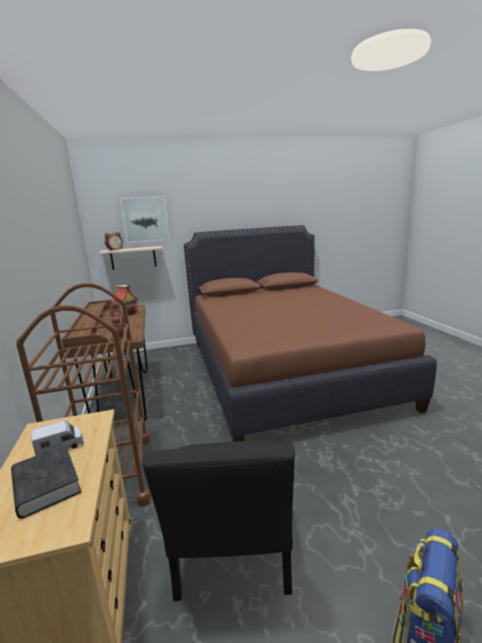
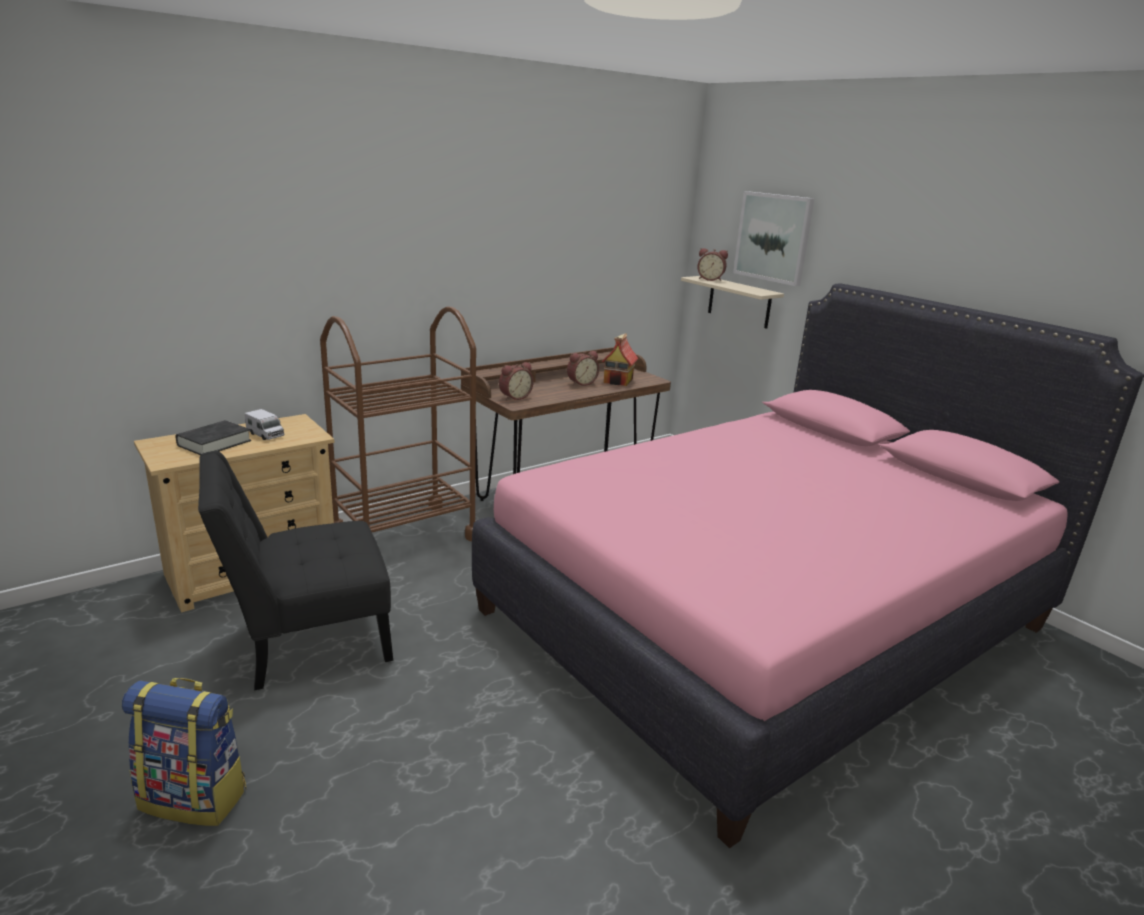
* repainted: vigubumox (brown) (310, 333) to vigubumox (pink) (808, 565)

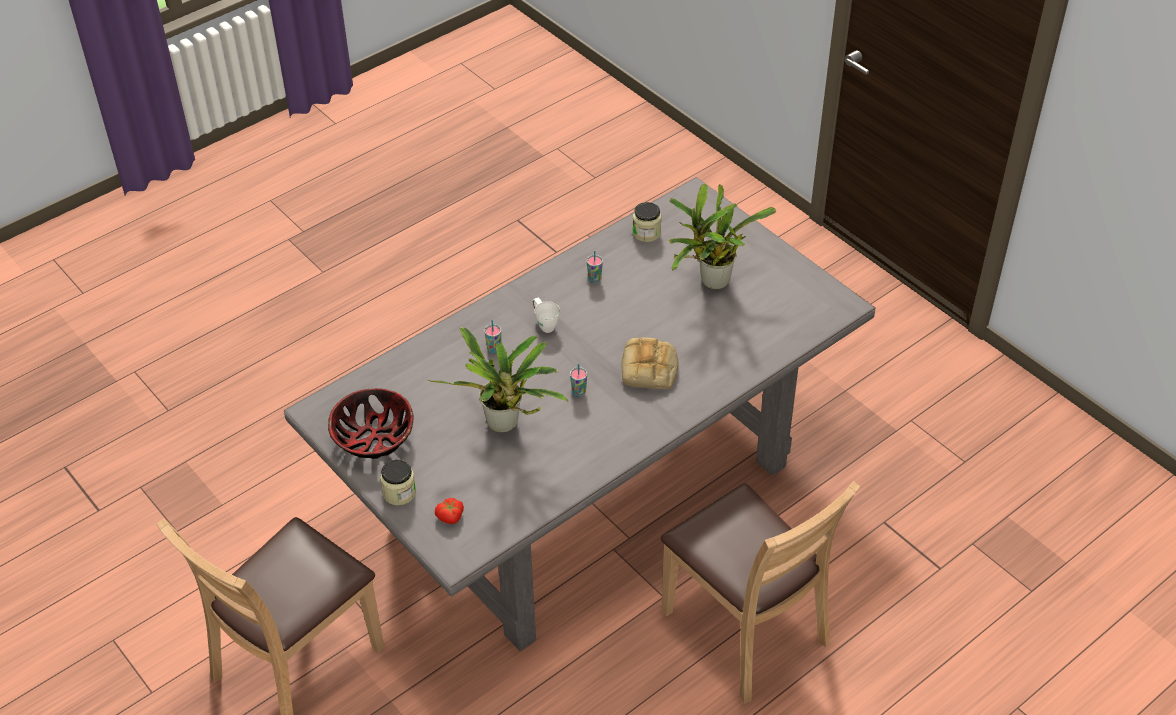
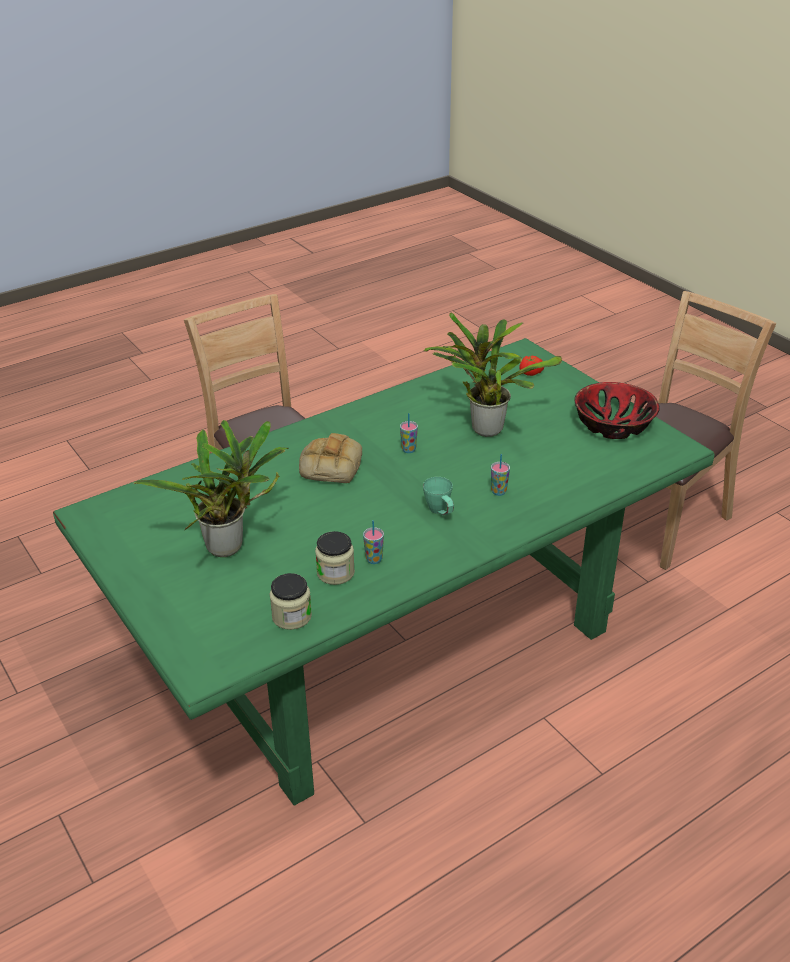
* repainted: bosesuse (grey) (580, 414) to bosesuse (green) (384, 572)
* shifted: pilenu (398, 482) to (335, 558)
* repainted: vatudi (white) (546, 315) to vatudi (green) (438, 496)

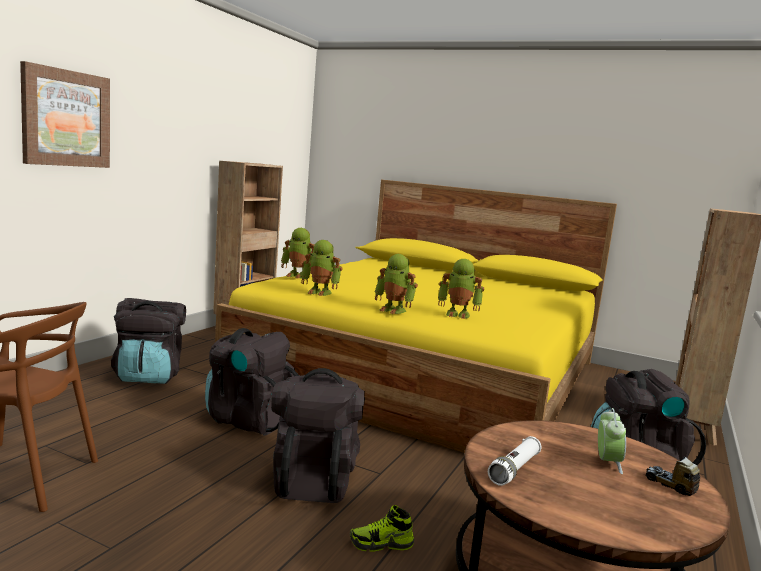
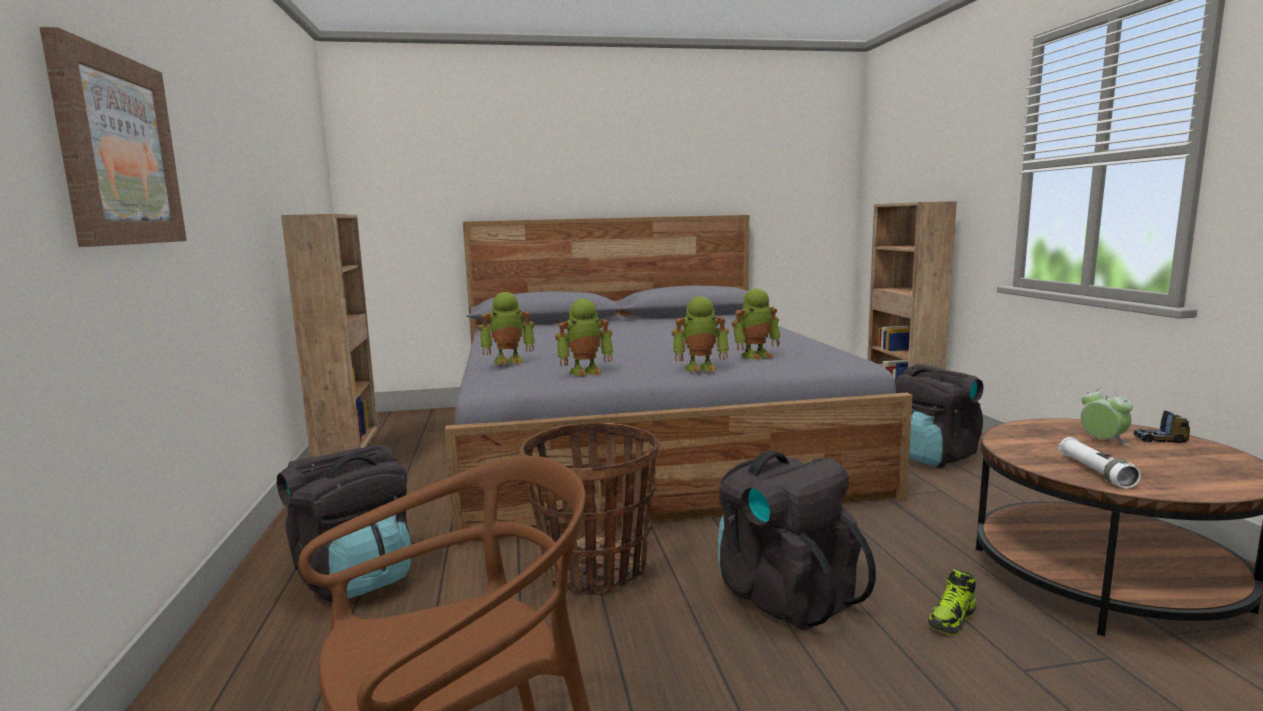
* swapped: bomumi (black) (252, 382) to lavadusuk (589, 508)
* repainted: vigubumox (yellow) (416, 316) to vigubumox (grey) (679, 380)

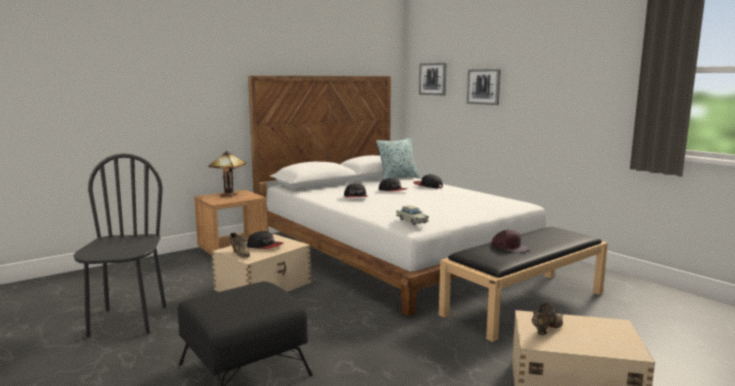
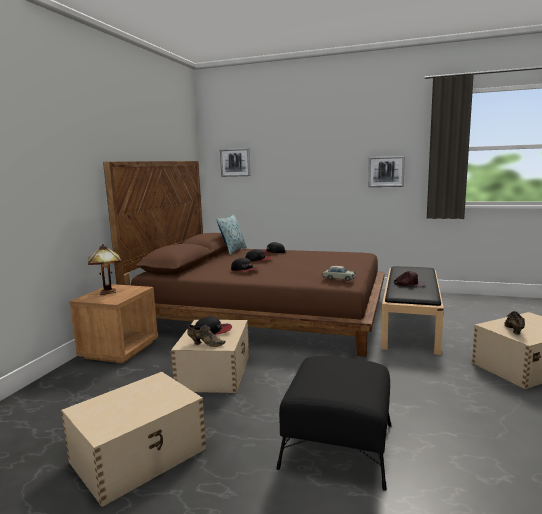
* swapped: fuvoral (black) (119, 245) to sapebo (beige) (133, 439)
* repainted: vigubumox (white) (397, 196) to vigubumox (brown) (244, 259)
* shifted: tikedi (484, 87) to (386, 171)

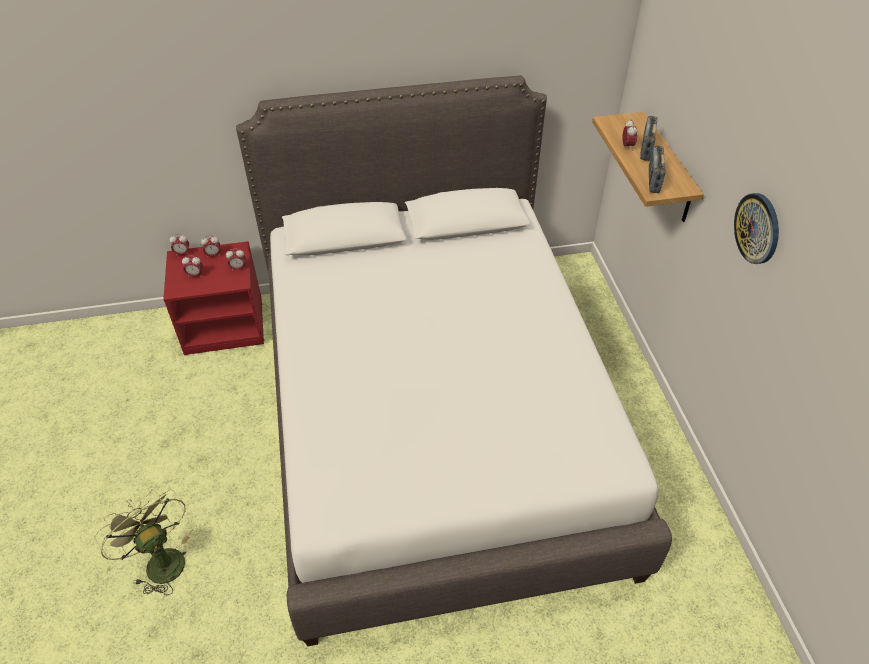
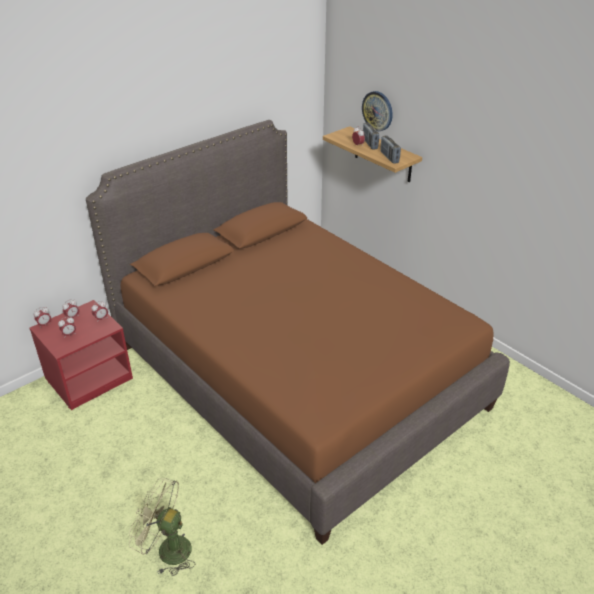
* repainted: vigubumox (white) (454, 360) to vigubumox (brown) (298, 332)
* shifted: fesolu (756, 228) to (377, 111)

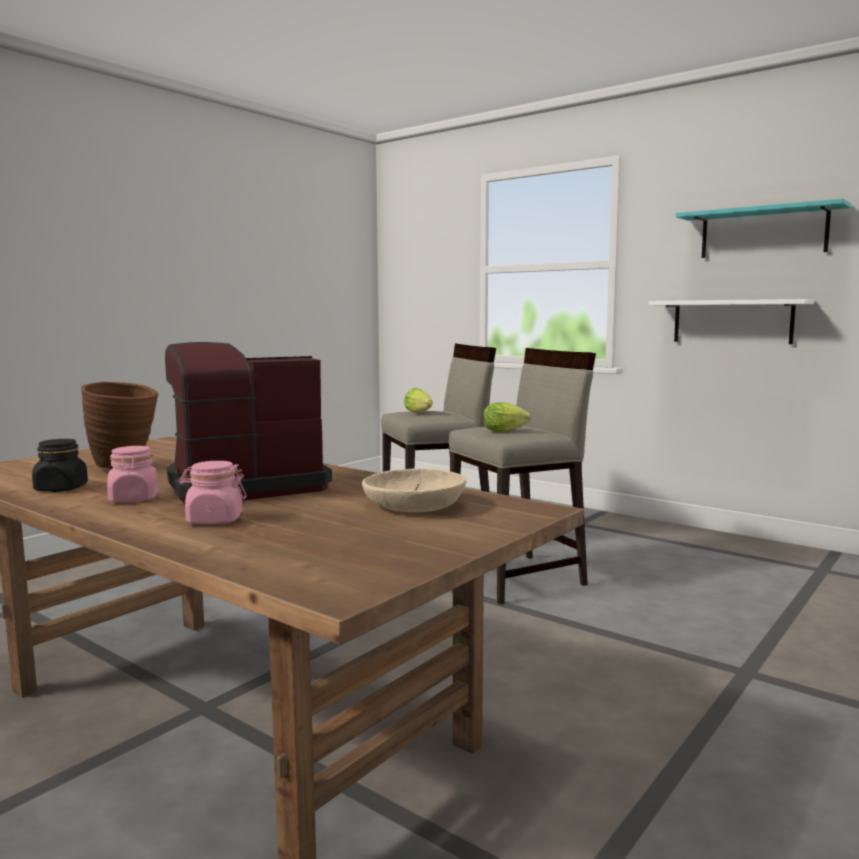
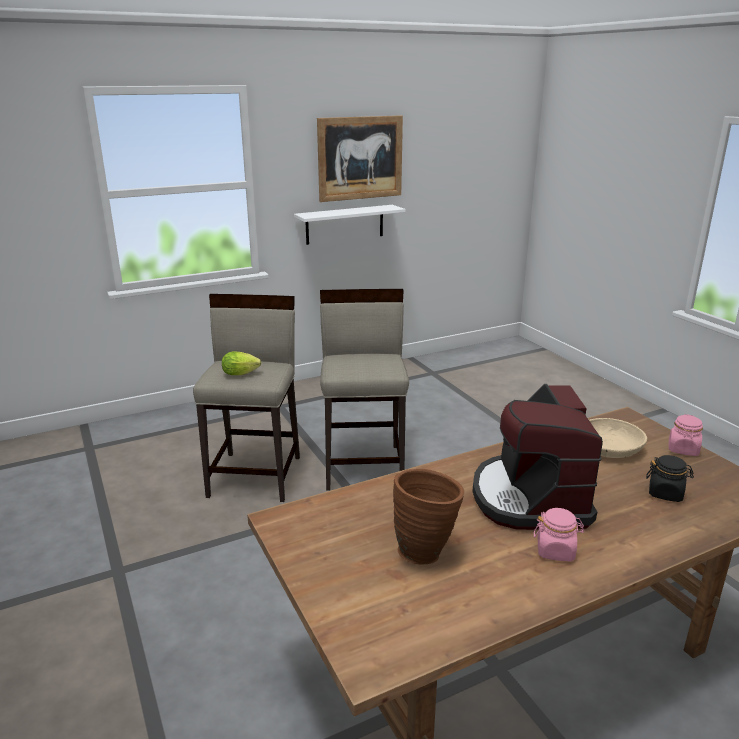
* shifted: pilenu (black) (60, 465) to (670, 478)
* shifted: pilenu (pink) (213, 492) to (686, 435)
* gone: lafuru (507, 417)
* swapped: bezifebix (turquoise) (763, 228) to tikedi (360, 158)

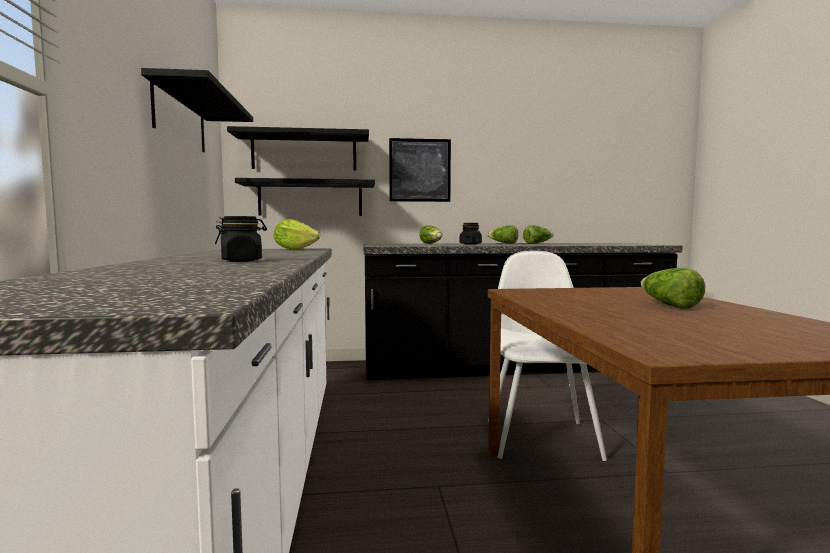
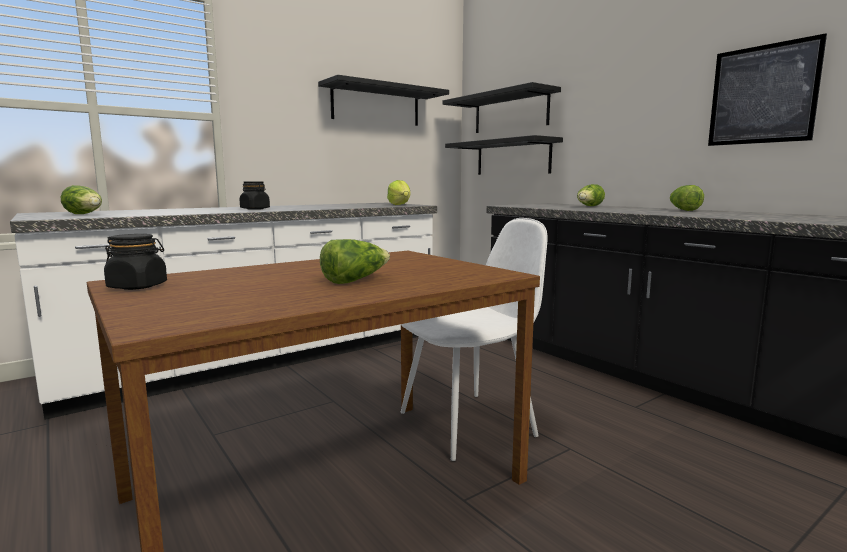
* shifted: tikedi (420, 170) to (767, 89)
* shifted: pilenu (black) (471, 233) to (135, 262)
* shifted: lafuru (538, 234) to (81, 199)

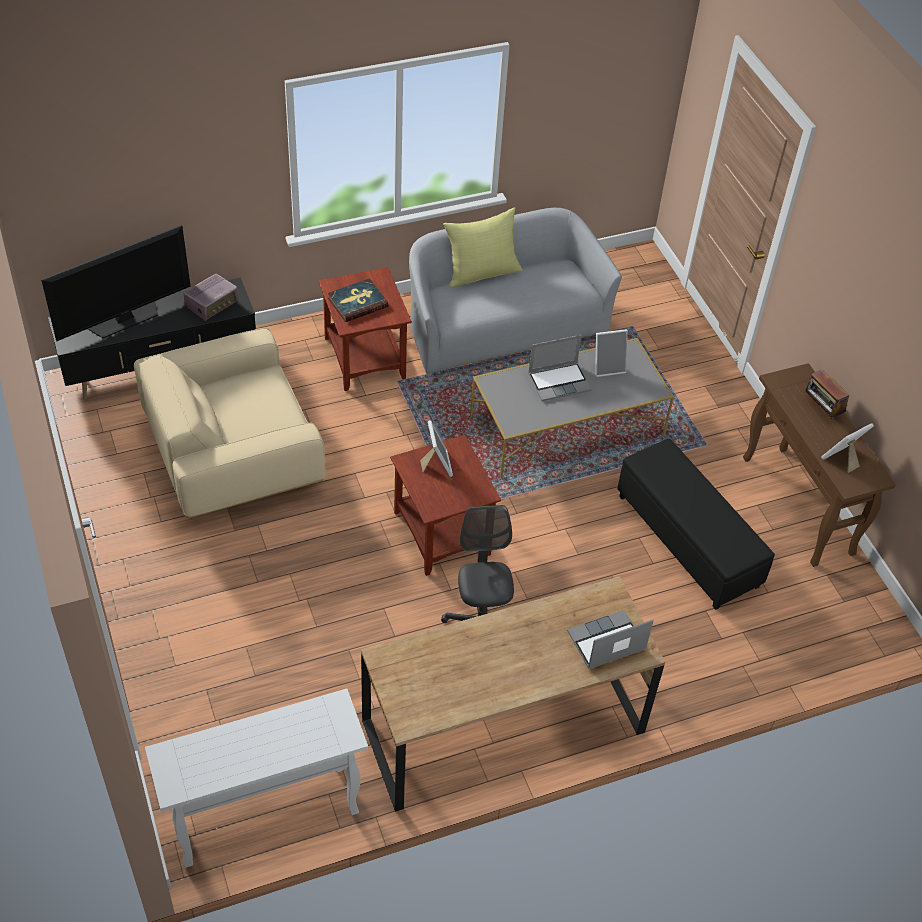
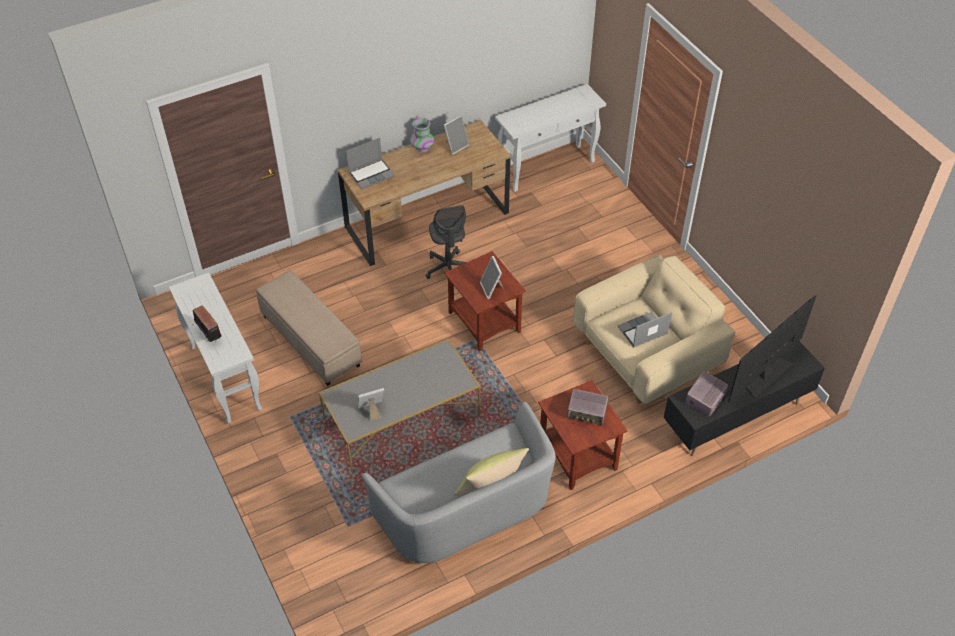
* swapped: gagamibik (358, 300) to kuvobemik (588, 407)
* shifted: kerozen (559, 368) to (644, 330)
* repainted: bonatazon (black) (696, 524) to bonatazon (beige) (309, 328)
* repainted: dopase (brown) (819, 465) to dopase (white) (215, 348)
* shifted: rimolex (847, 448) to (457, 135)
* new: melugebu (422, 135)

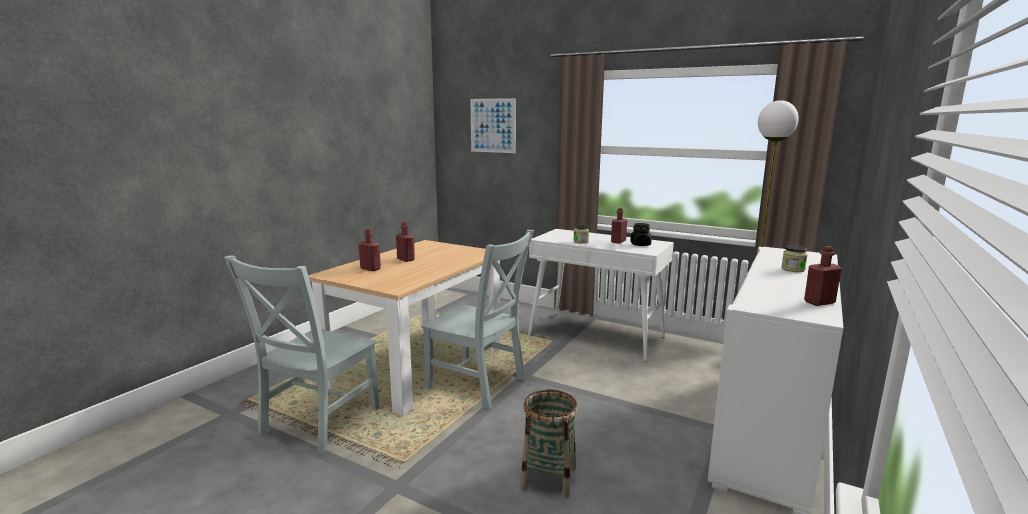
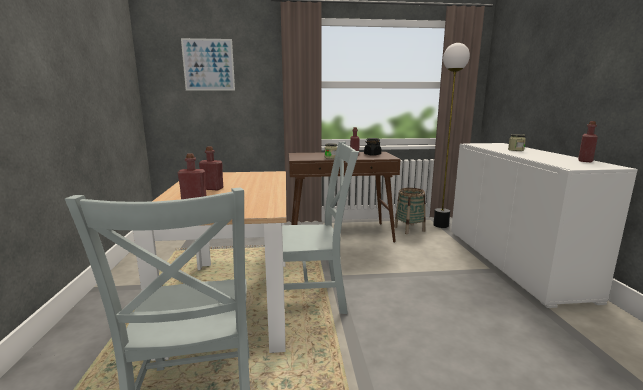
* shifted: lavadusuk (549, 443) to (410, 211)
* repainted: dopase (white) (601, 295) to dopase (brown) (345, 197)

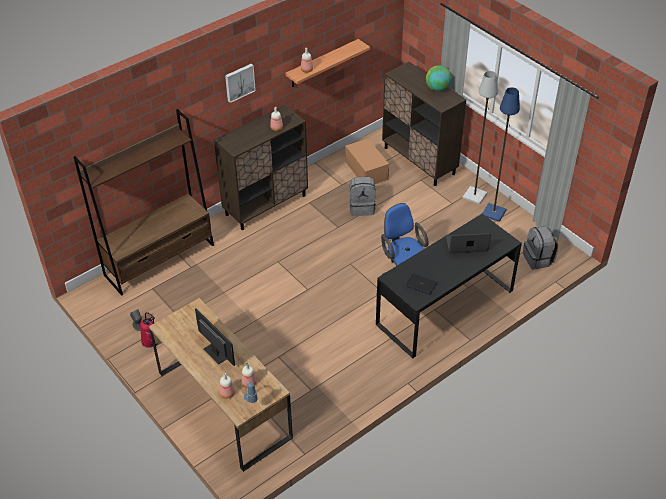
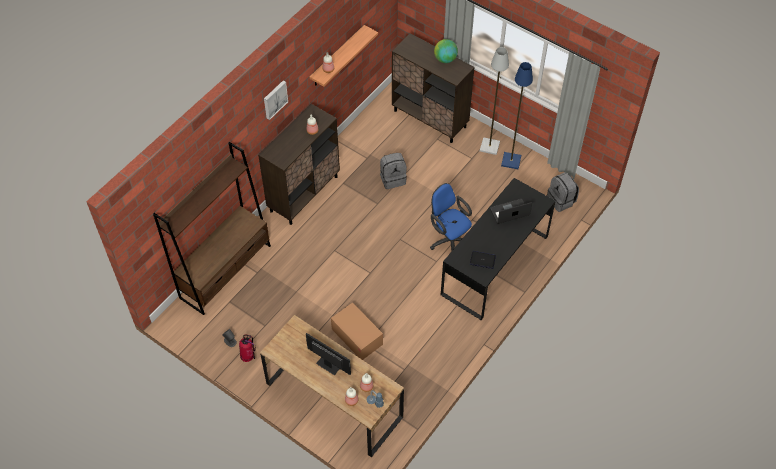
* shifted: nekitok (367, 161) to (357, 331)

